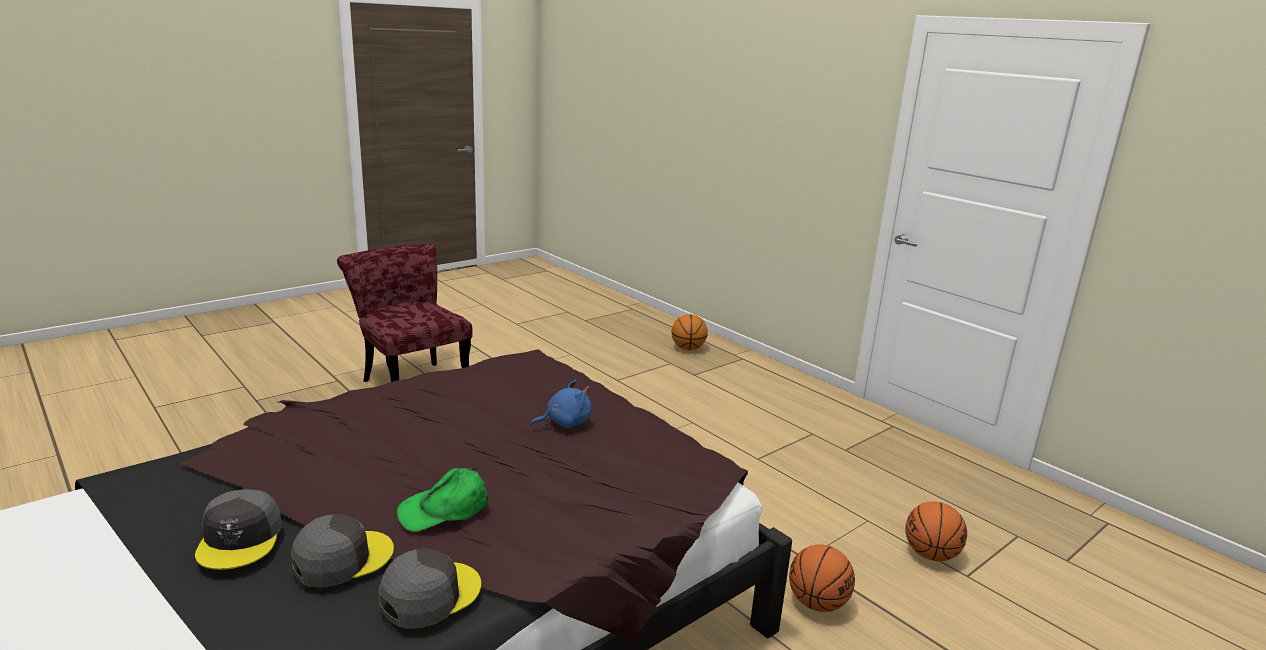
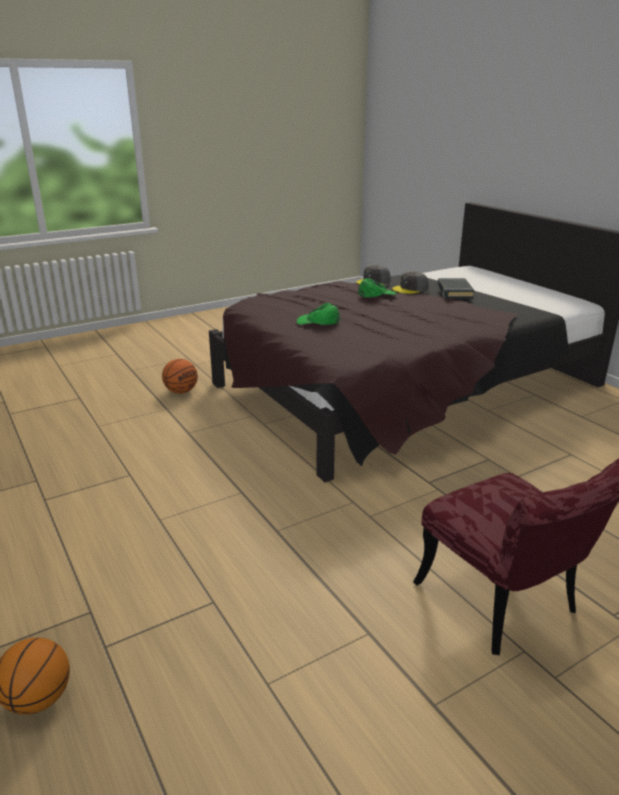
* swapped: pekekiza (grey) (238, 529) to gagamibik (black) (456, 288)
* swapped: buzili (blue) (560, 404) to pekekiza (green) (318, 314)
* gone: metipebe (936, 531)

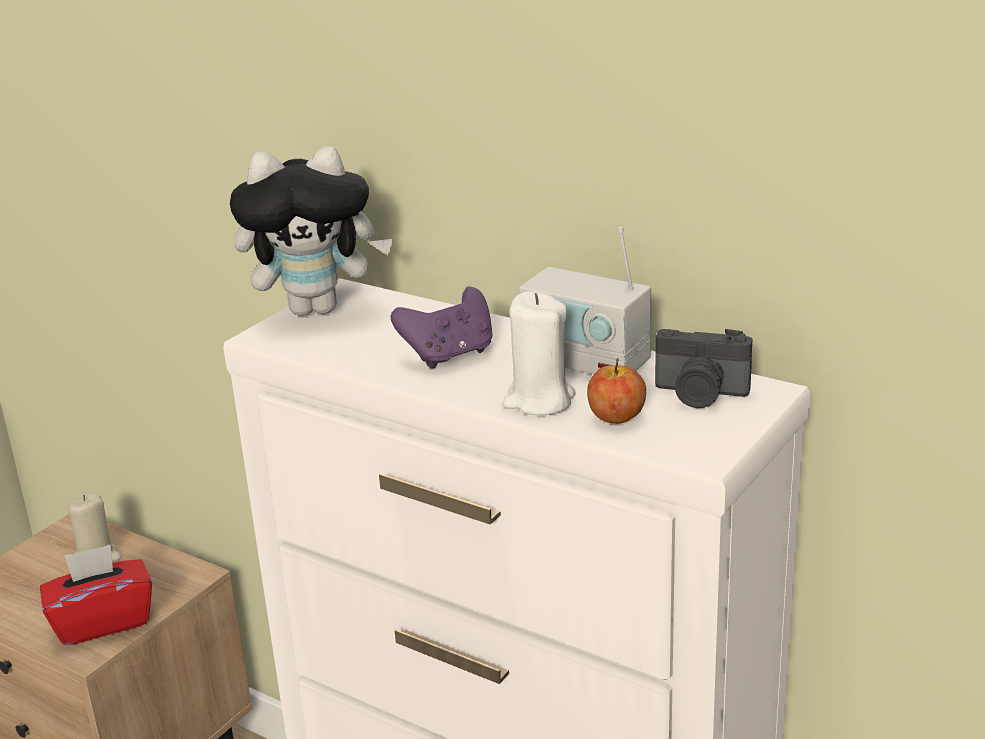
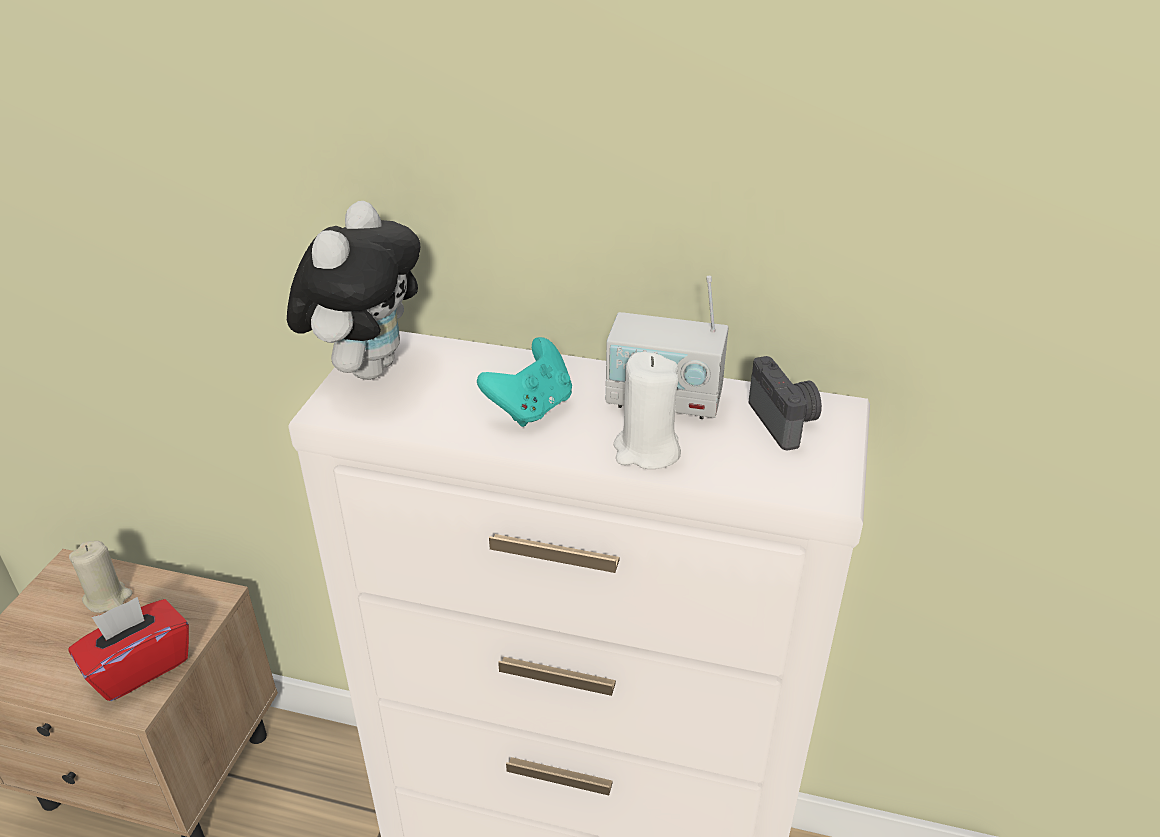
* rotated: buzili (311, 231) = (354, 290) 45 degrees counterclockwise
* repainted: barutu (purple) (441, 327) to barutu (turquoise) (524, 382)
* gone: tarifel (616, 391)
* rotated: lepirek (703, 368) = (785, 403) 105 degrees counterclockwise

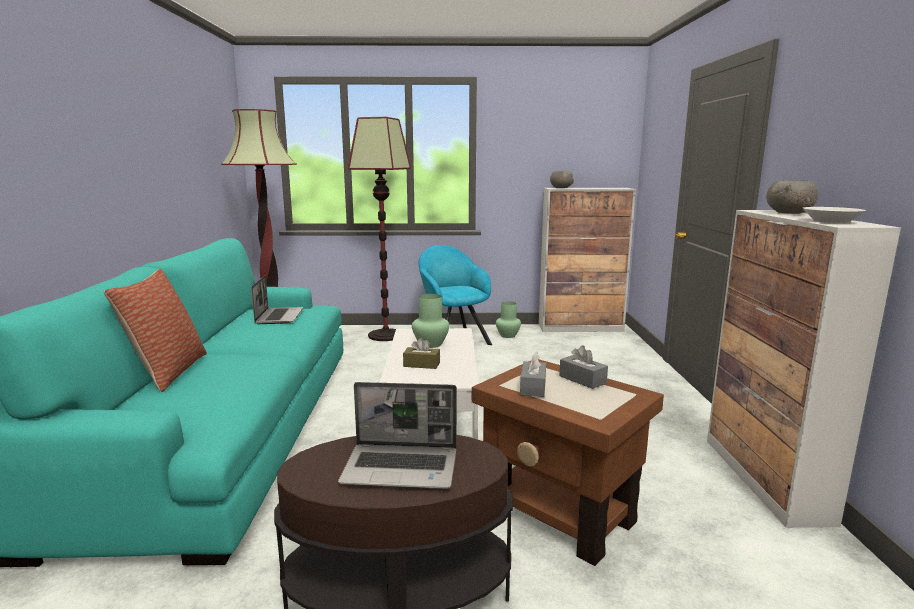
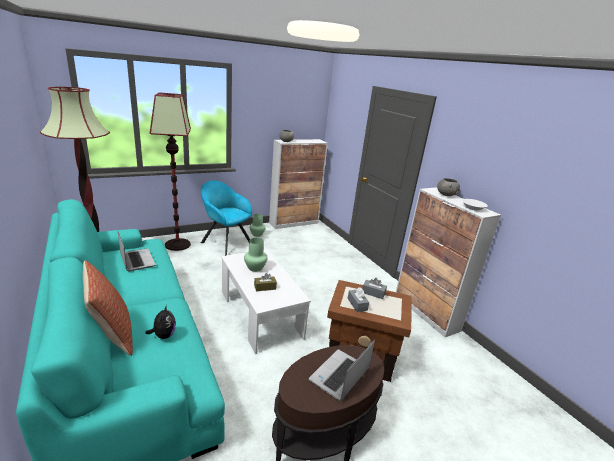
* rotated: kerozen (397, 435) = (342, 370) 150 degrees clockwise
* new: buzili (160, 322)

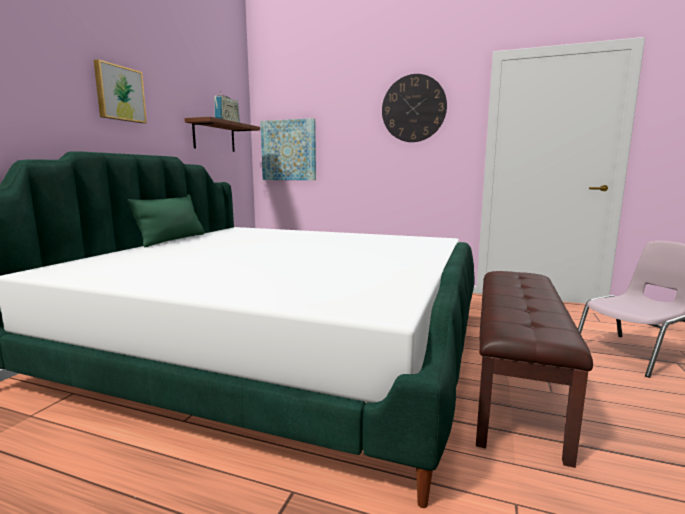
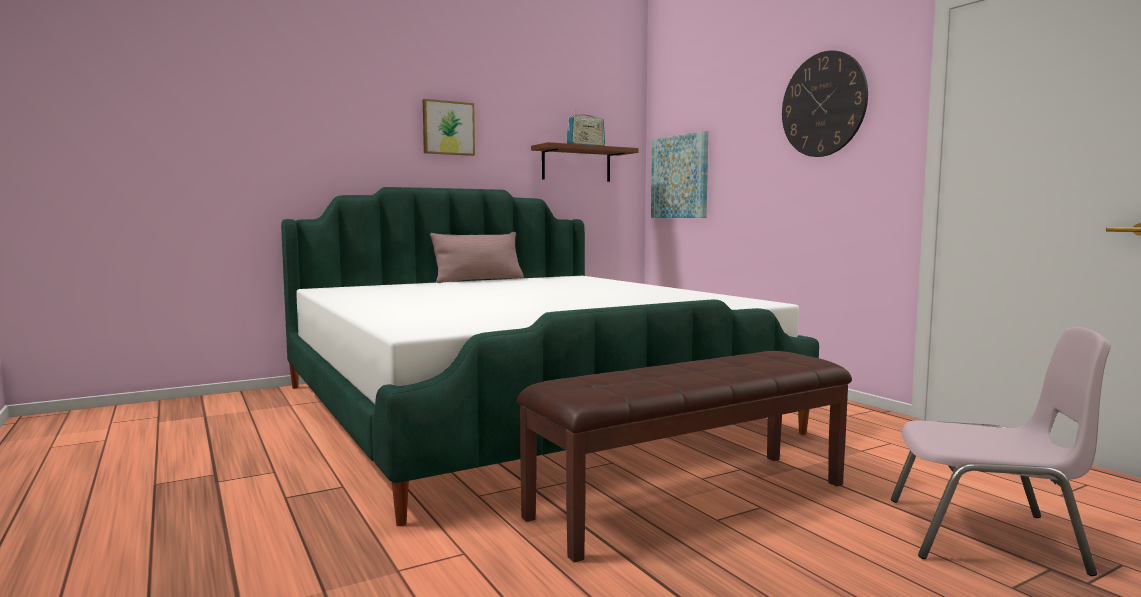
* repainted: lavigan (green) (166, 221) to lavigan (pink) (477, 257)

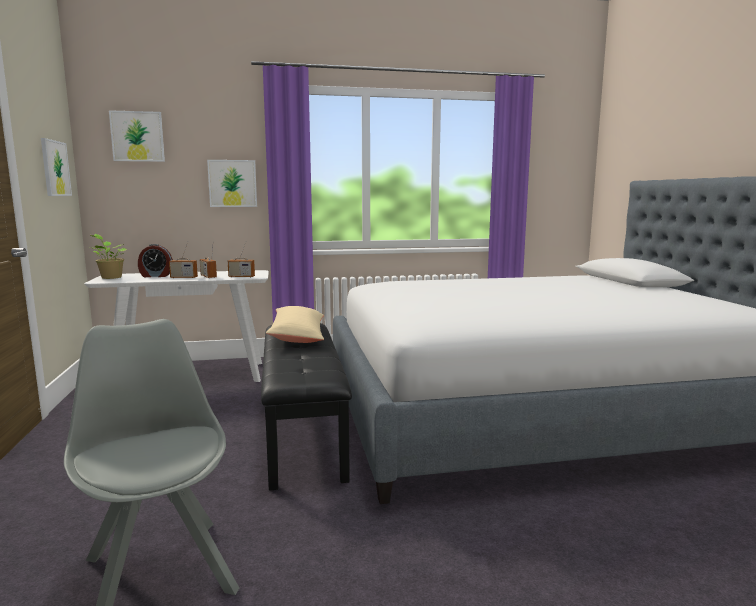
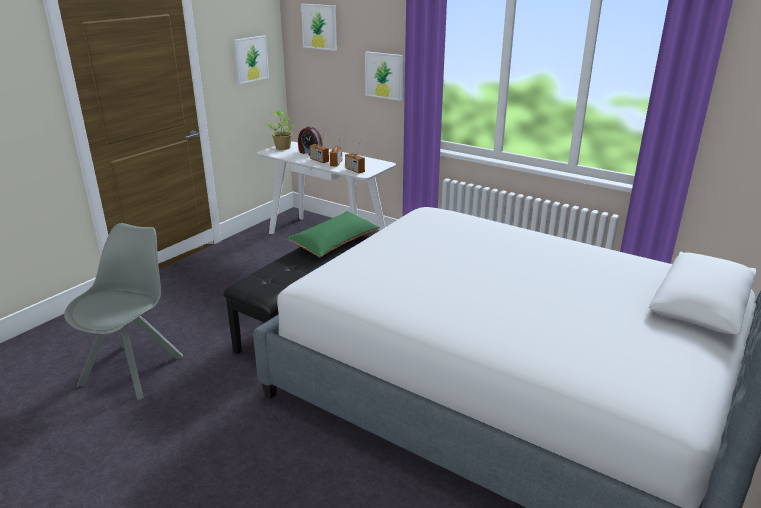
* repainted: lavigan (beige) (295, 324) to lavigan (green) (333, 234)

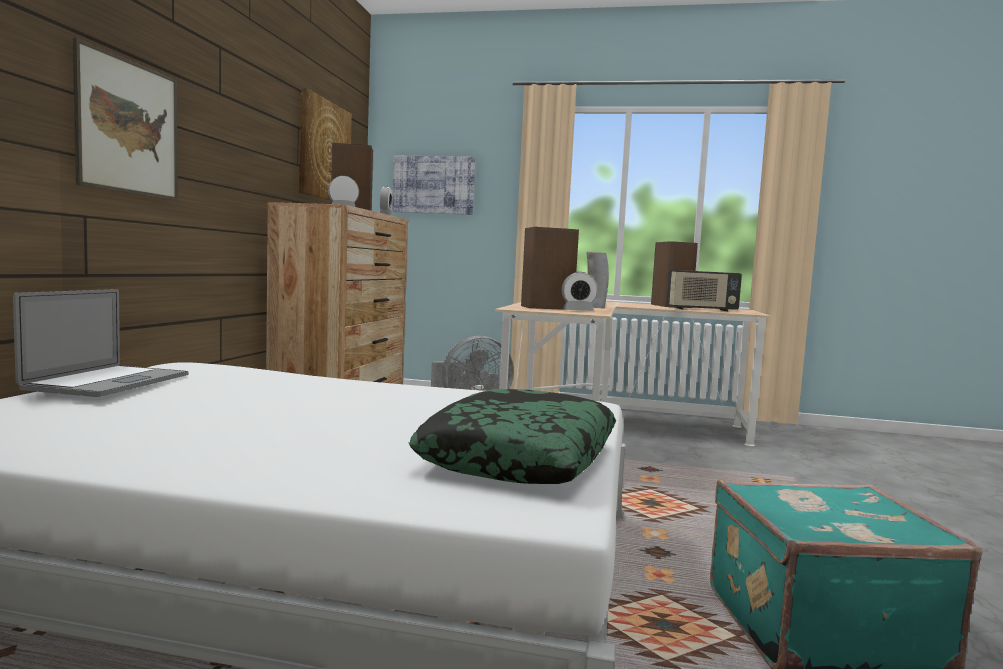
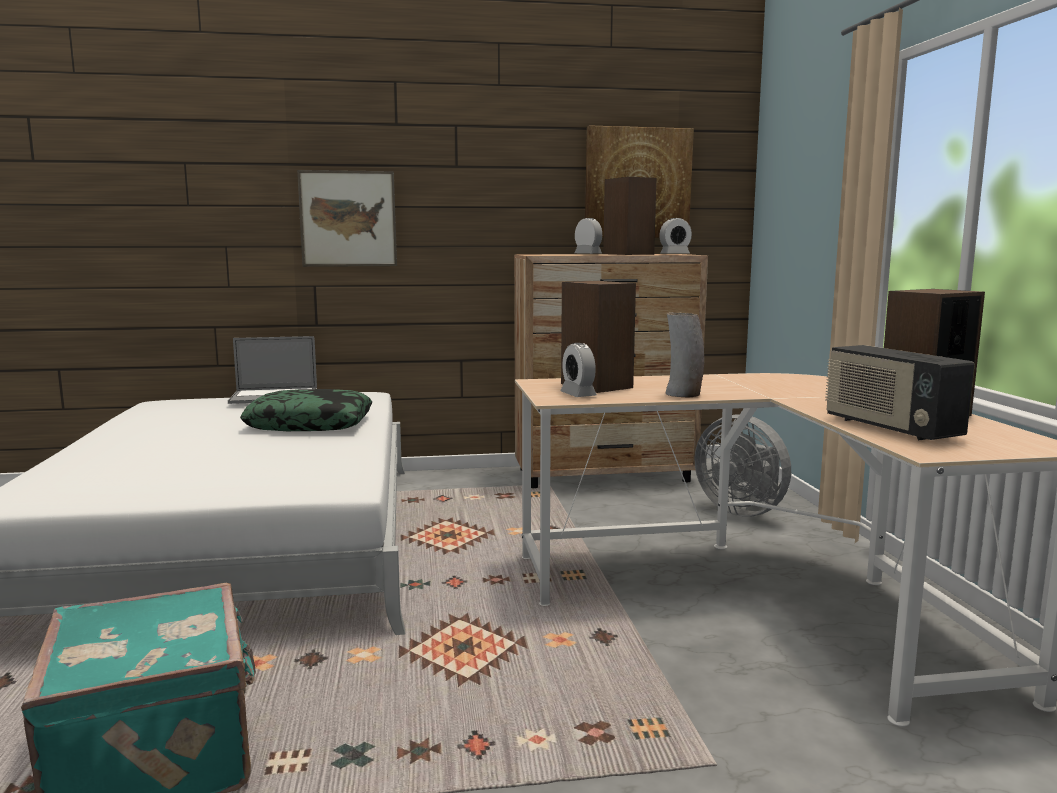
* gone: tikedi (433, 185)
* shifted: lavigan (512, 436) to (306, 410)

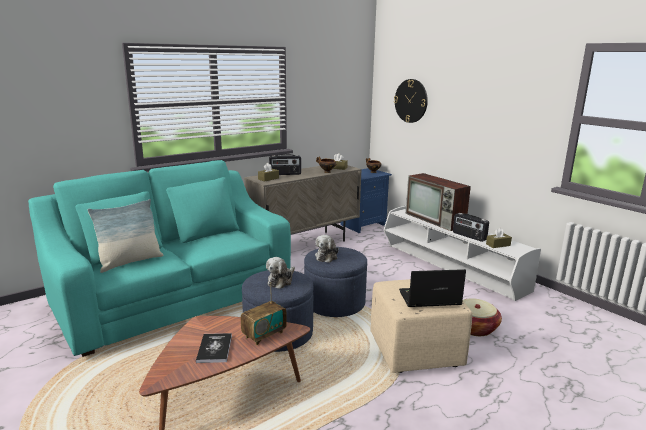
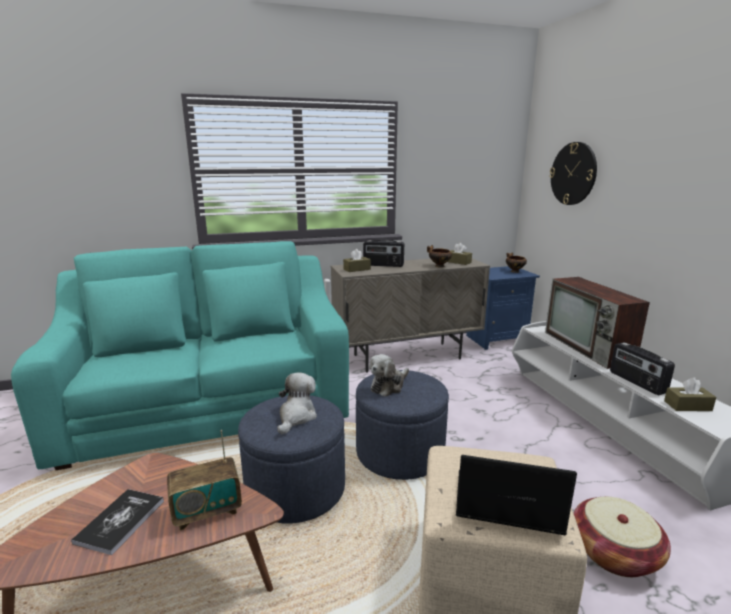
* gone: lavigan (125, 236)
* rotated: buzili (280, 273) = (297, 403) 150 degrees clockwise

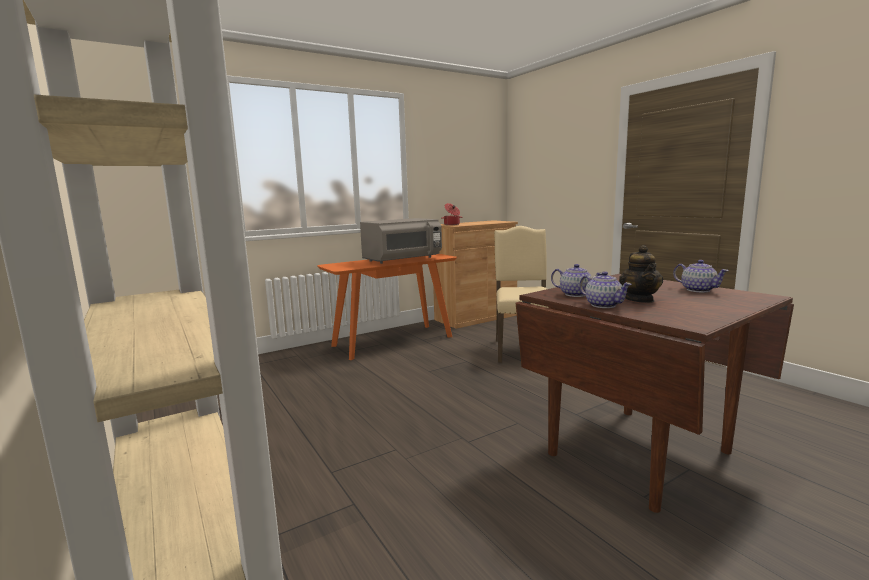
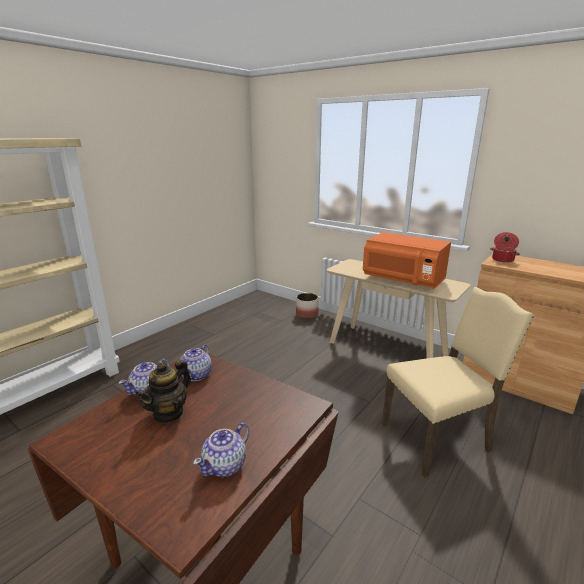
* repainted: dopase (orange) (387, 307) to dopase (beige) (399, 308)
* repainted: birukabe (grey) (401, 241) to birukabe (orange) (407, 260)
* rotated: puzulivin (641, 274) = (163, 391) 45 degrees counterclockwise
* new: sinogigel (307, 306)

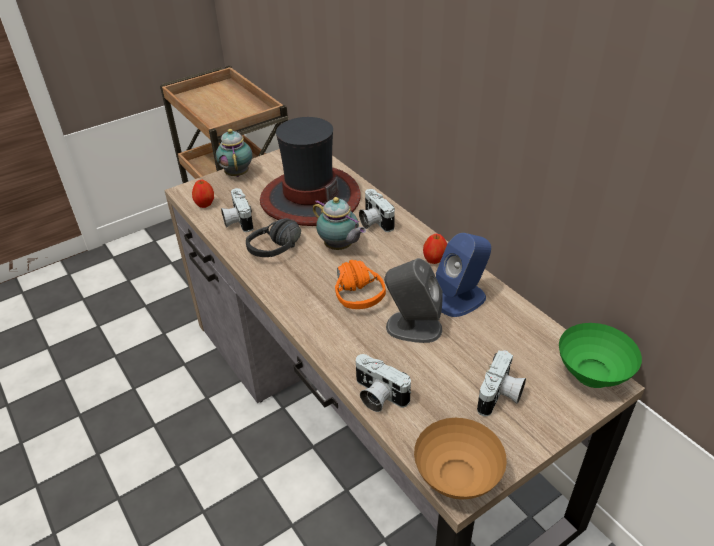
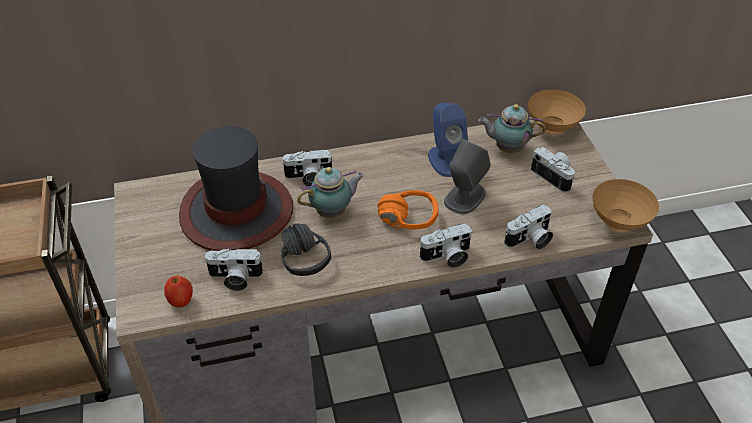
* shifted: puzulivin (234, 153) to (512, 128)
* gone: tarifel (435, 249)
* repainted: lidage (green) (600, 355) to lidage (brown) (557, 112)
* new: lepirek (445, 245)

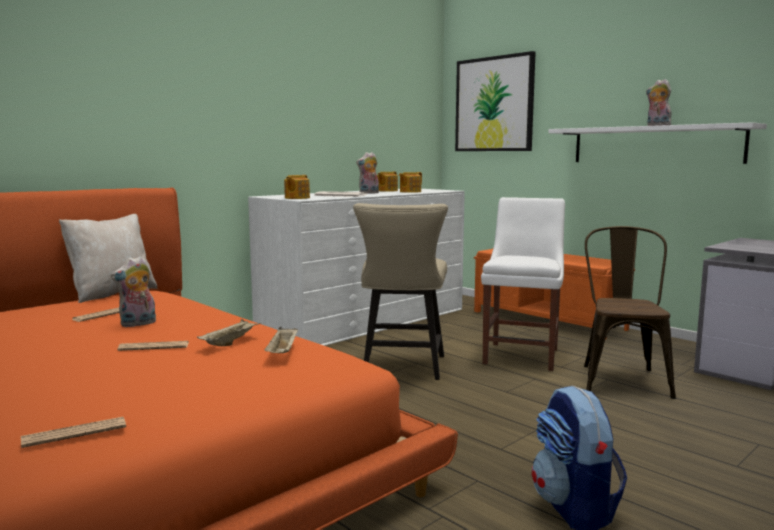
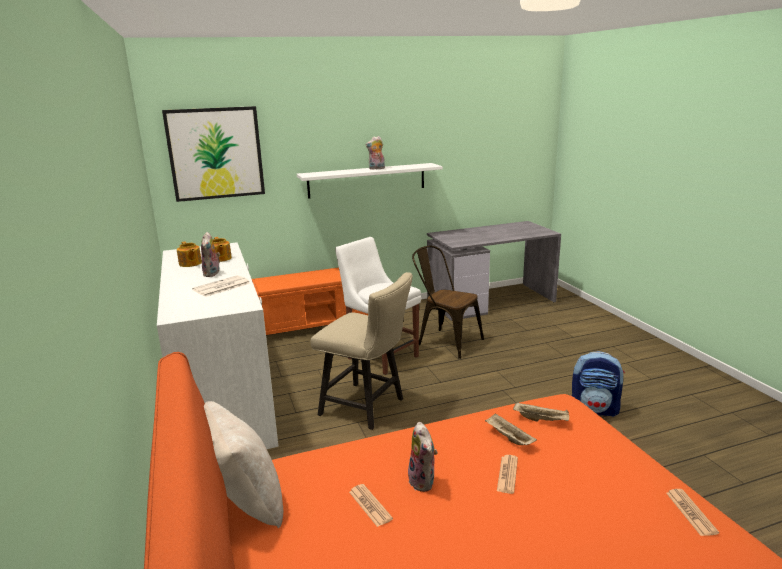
* gone: puzulivin (297, 187)

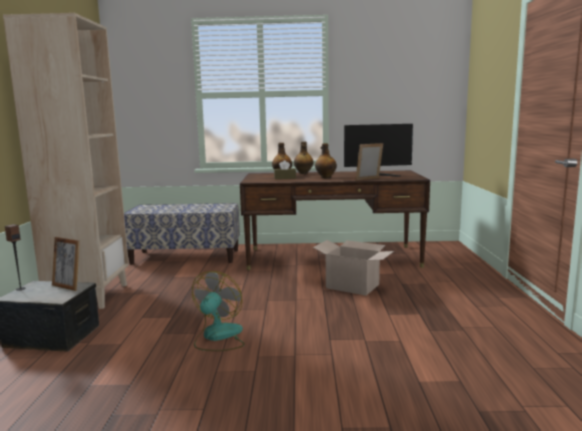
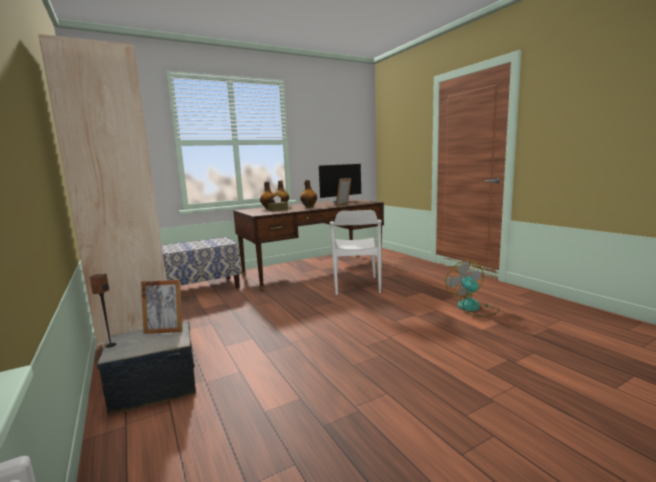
* shifted: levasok (218, 311) to (472, 289)
* swapped: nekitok (353, 268) to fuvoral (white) (356, 252)

